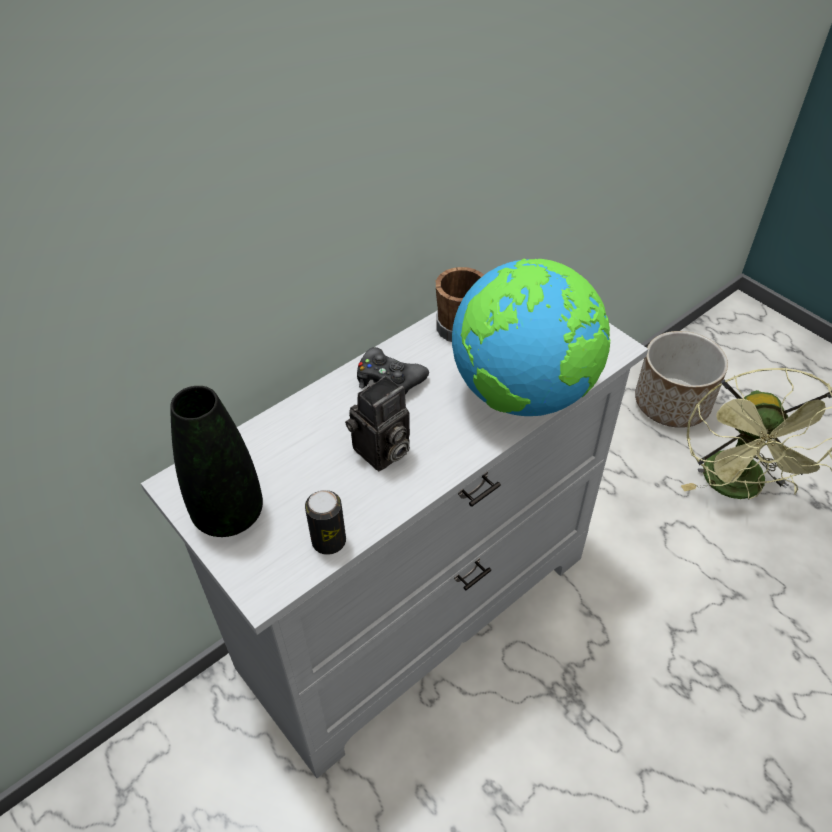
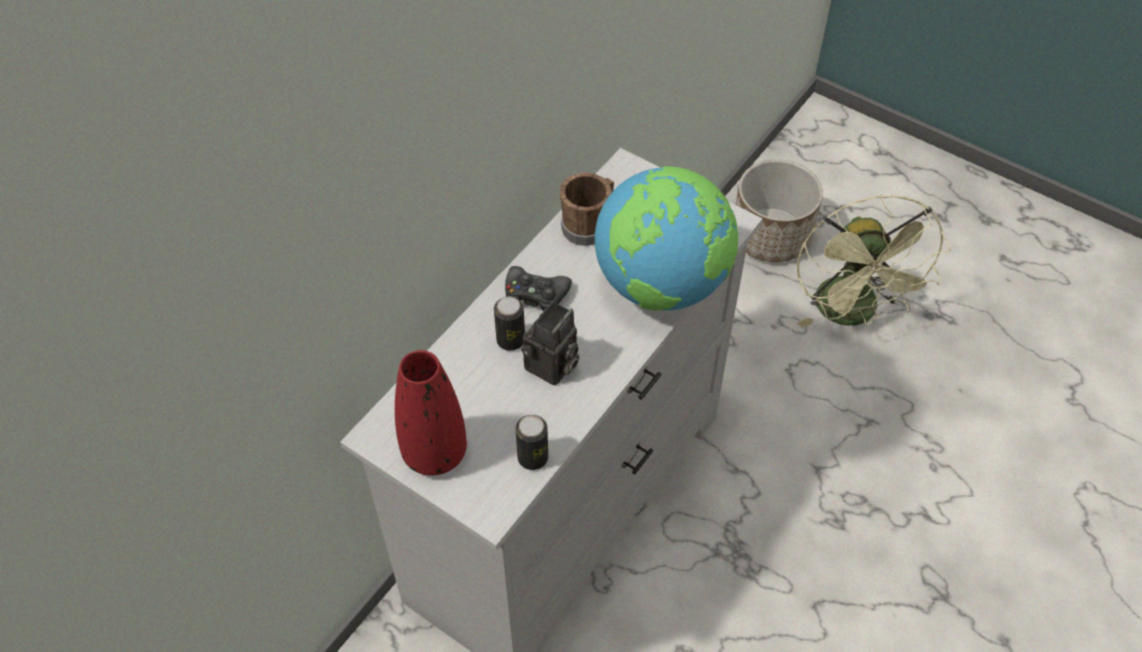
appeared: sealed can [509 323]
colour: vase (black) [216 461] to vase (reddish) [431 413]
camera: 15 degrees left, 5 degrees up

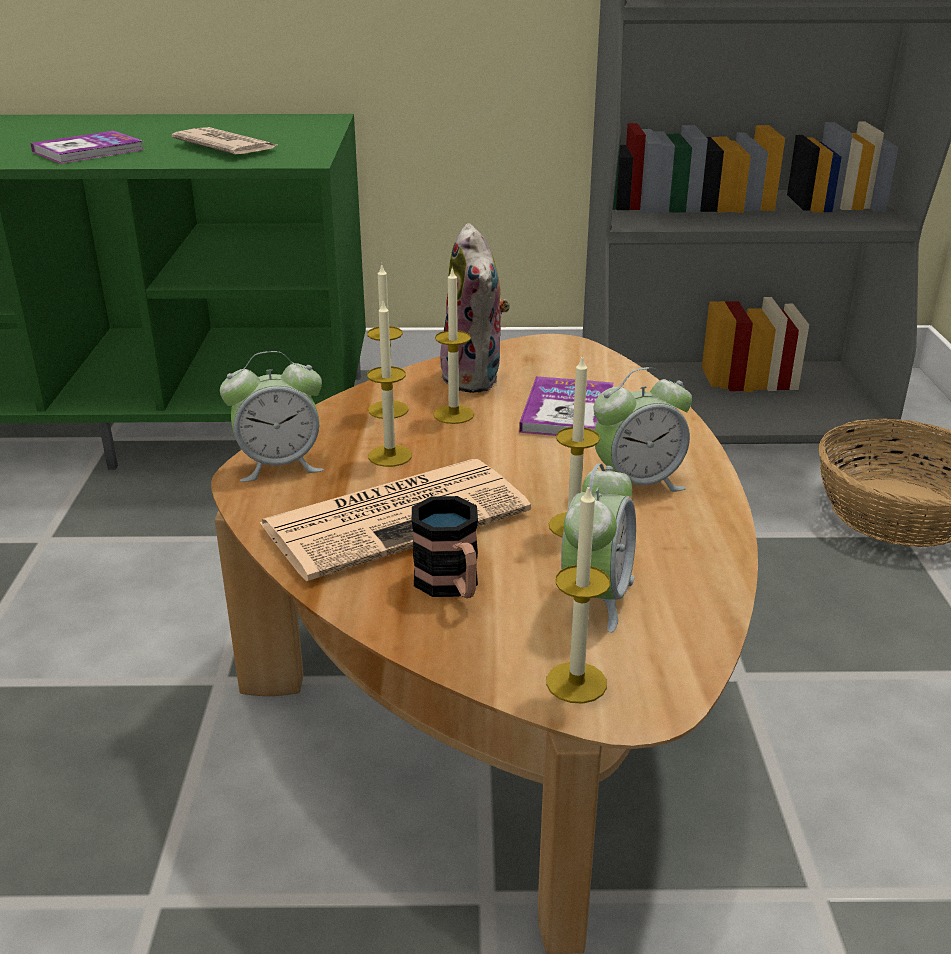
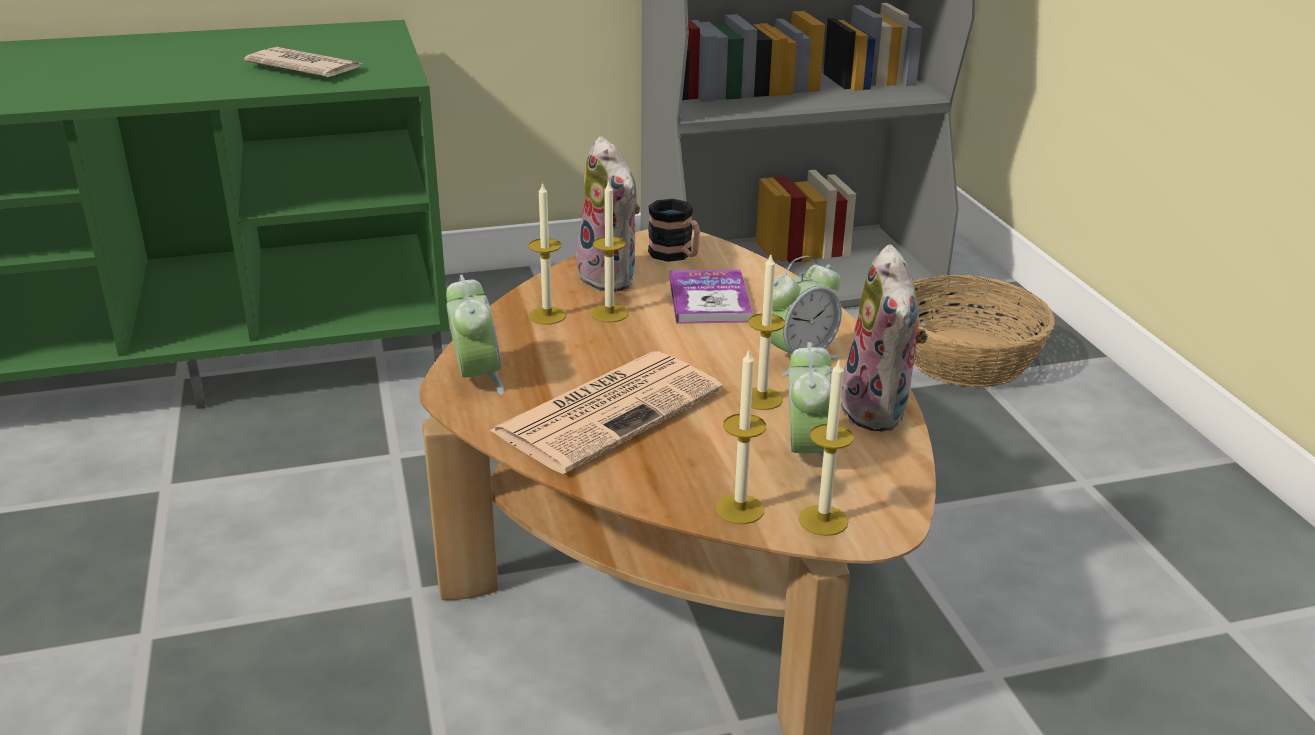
missing: bound book [87 147]
appeared: cuddly toy [884 338]
relocated: mug [445 547] to [674 230]; candle [389 384] to [741 437]
spun: table clock [272 416] = [475 334] 75 degrees counterclockwise
camera: 15 degrees left, 0 degrees up

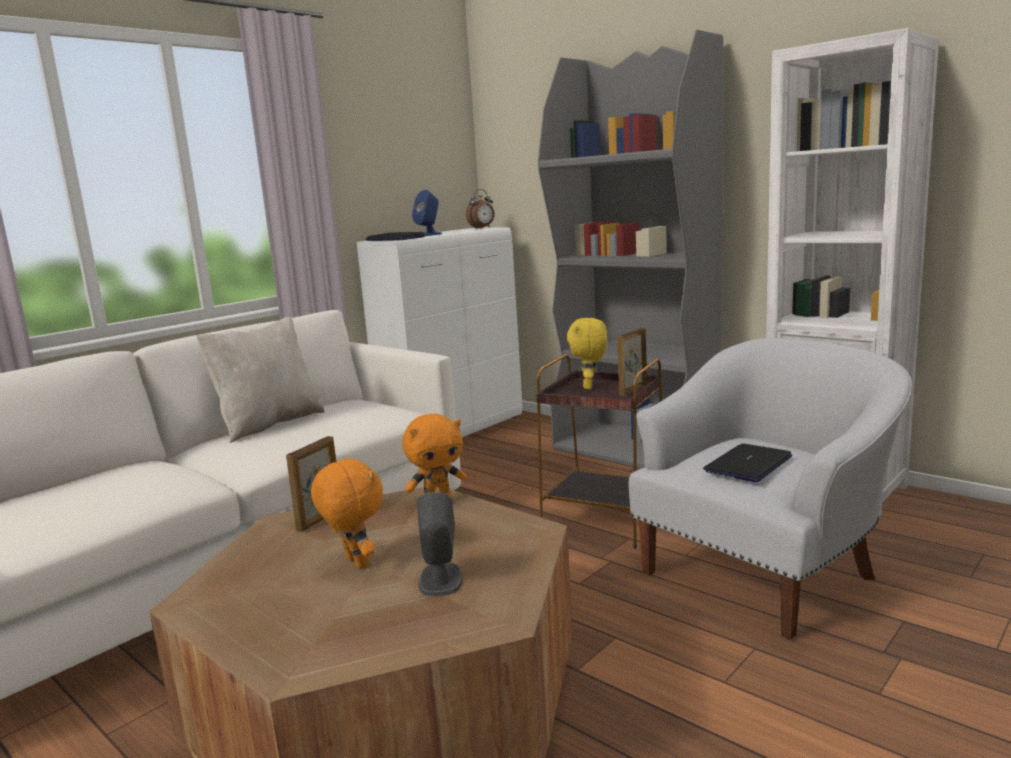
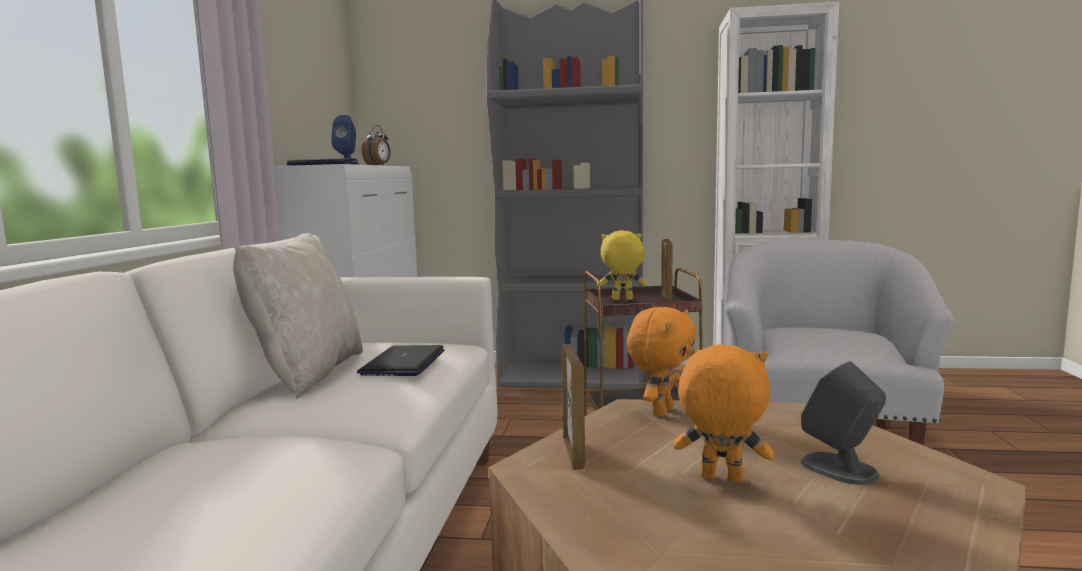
relocated: notebook computer [747 463] to [401 360]
spun: cuddly toy (yellowish) [587 353] = [623 265] 120 degrees clockwise
camera: 35 degrees left, 5 degrees down

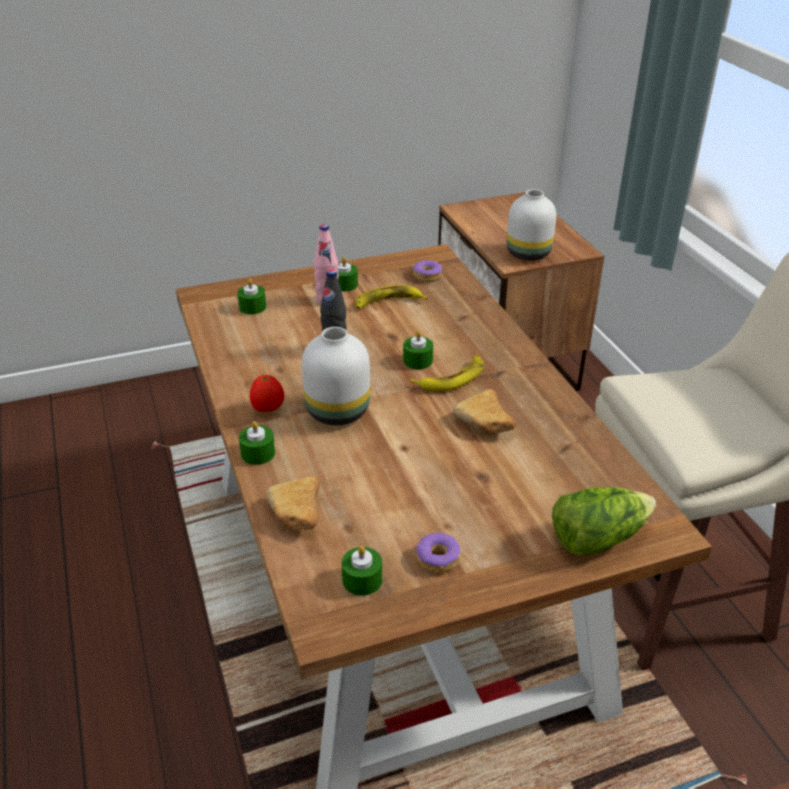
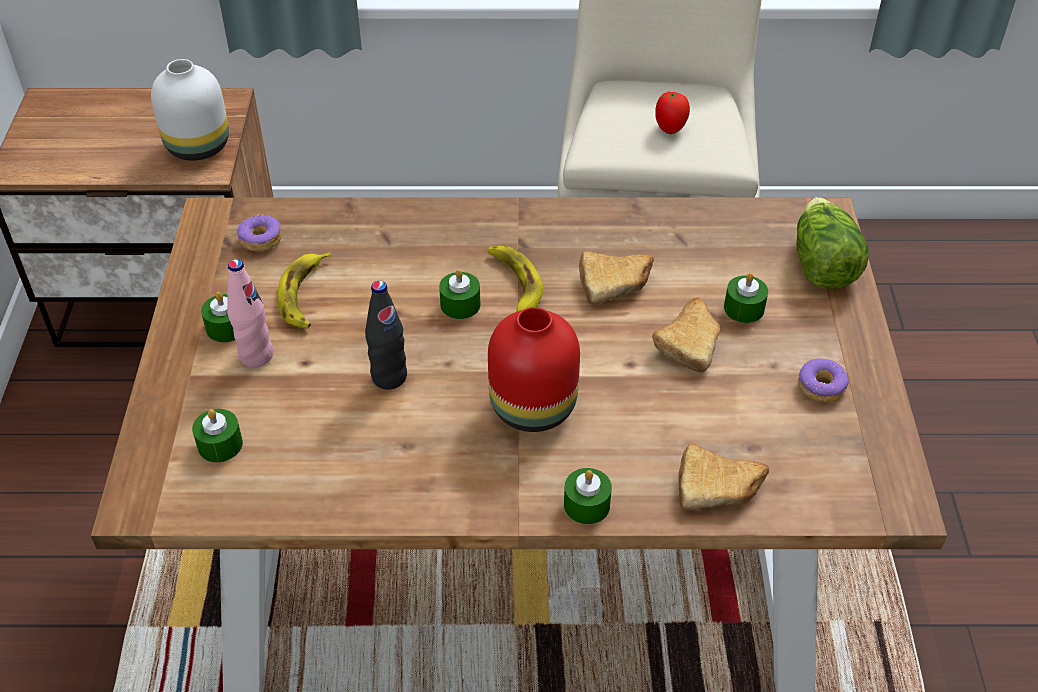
appeared: bakery bread [686 334]
relocated: tomato [267 393] to [672 112]; candle (green) [362 571] to [746 298]
colour: vase (whitish) [336 376] to vase (reddish) [534 369]
camera: 70 degrees left, 10 degrees up

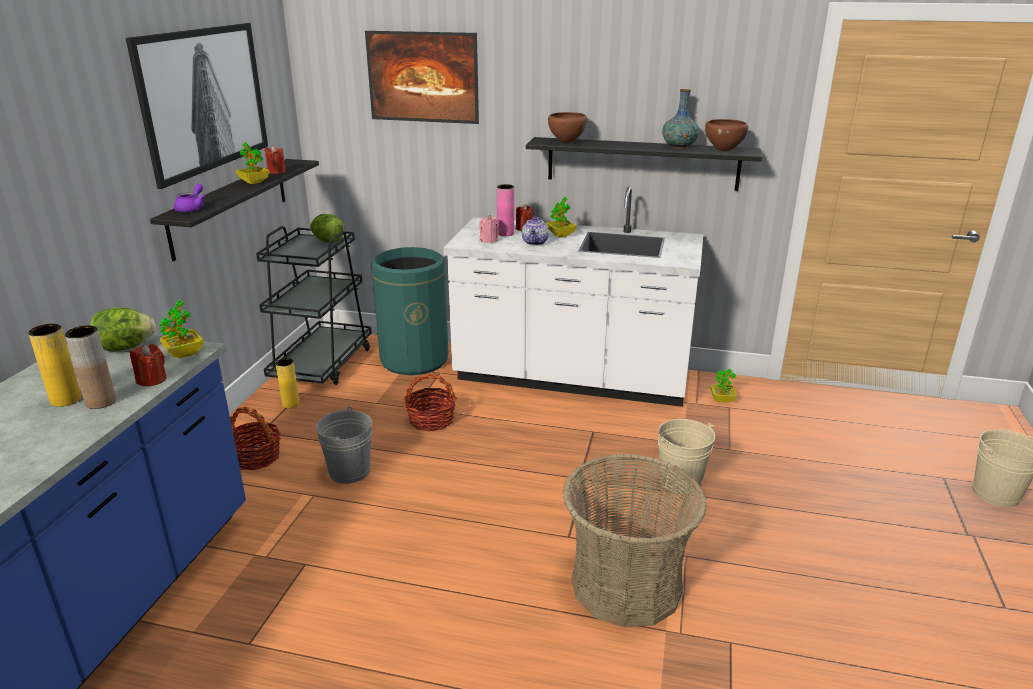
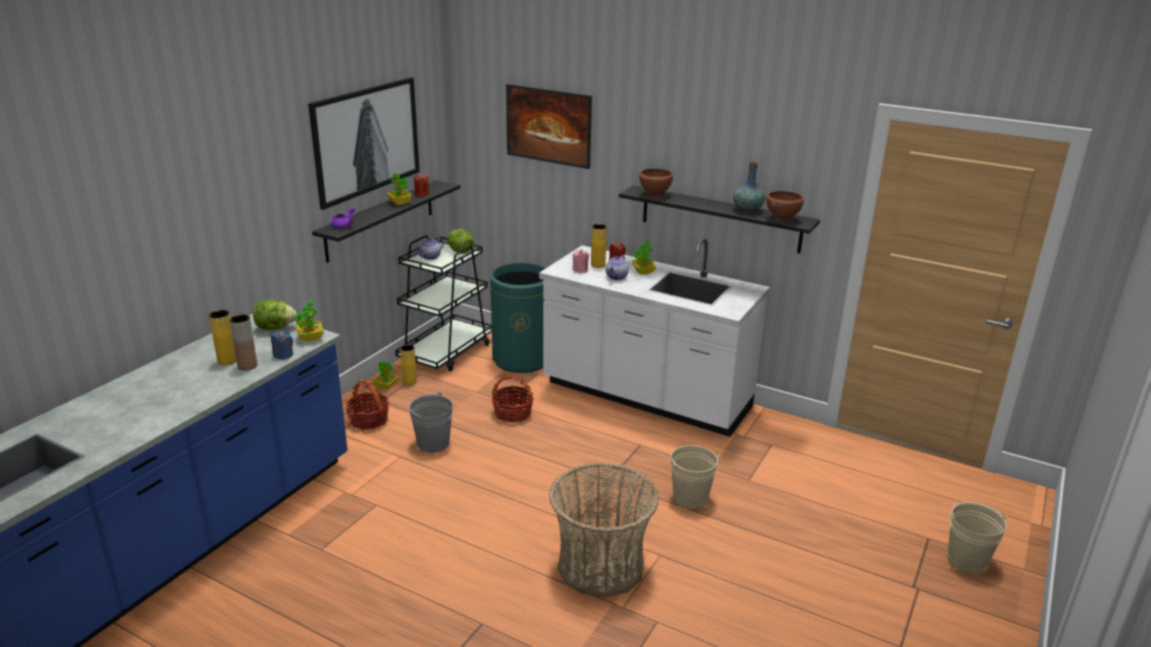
appeared: tea pot [430 249]
relocated: potted plant [723 386] to [385 375]
colour: candle (reddish) [148 365] to candle (bluish) [282 344]; vase (pink) [505 210] to vase (yellowish) [599 246]
camera: 15 degrees right, 0 degrees up

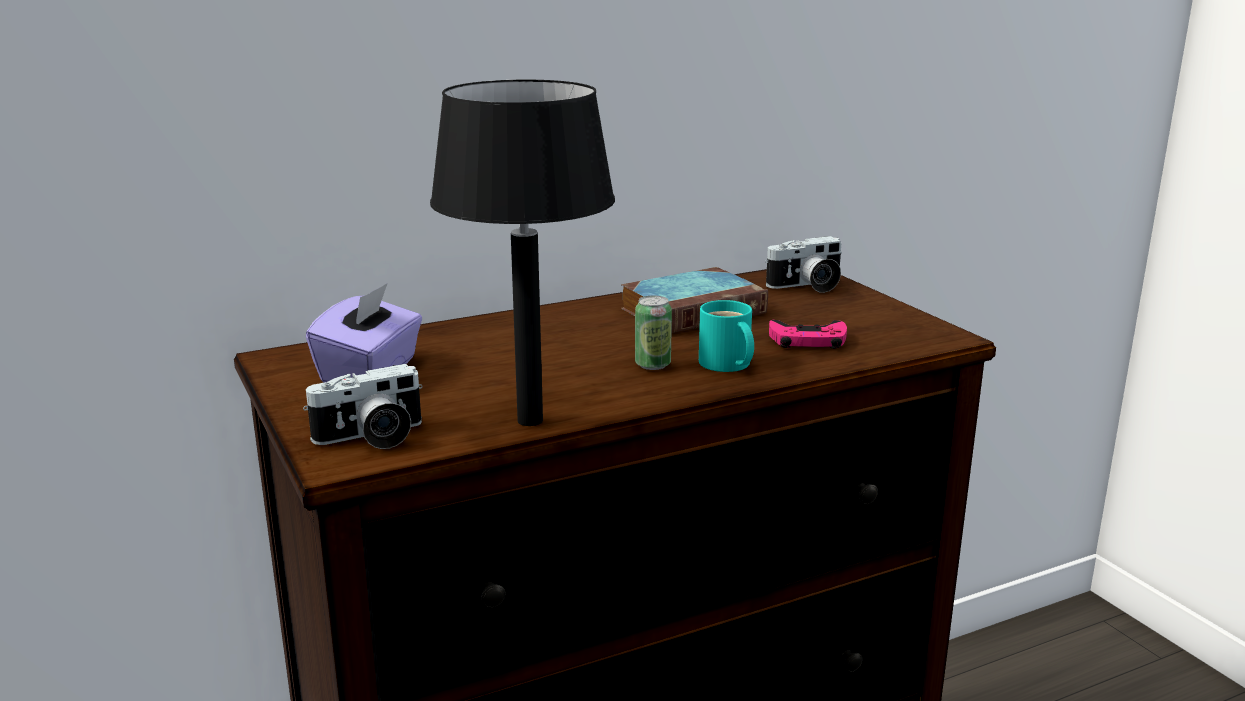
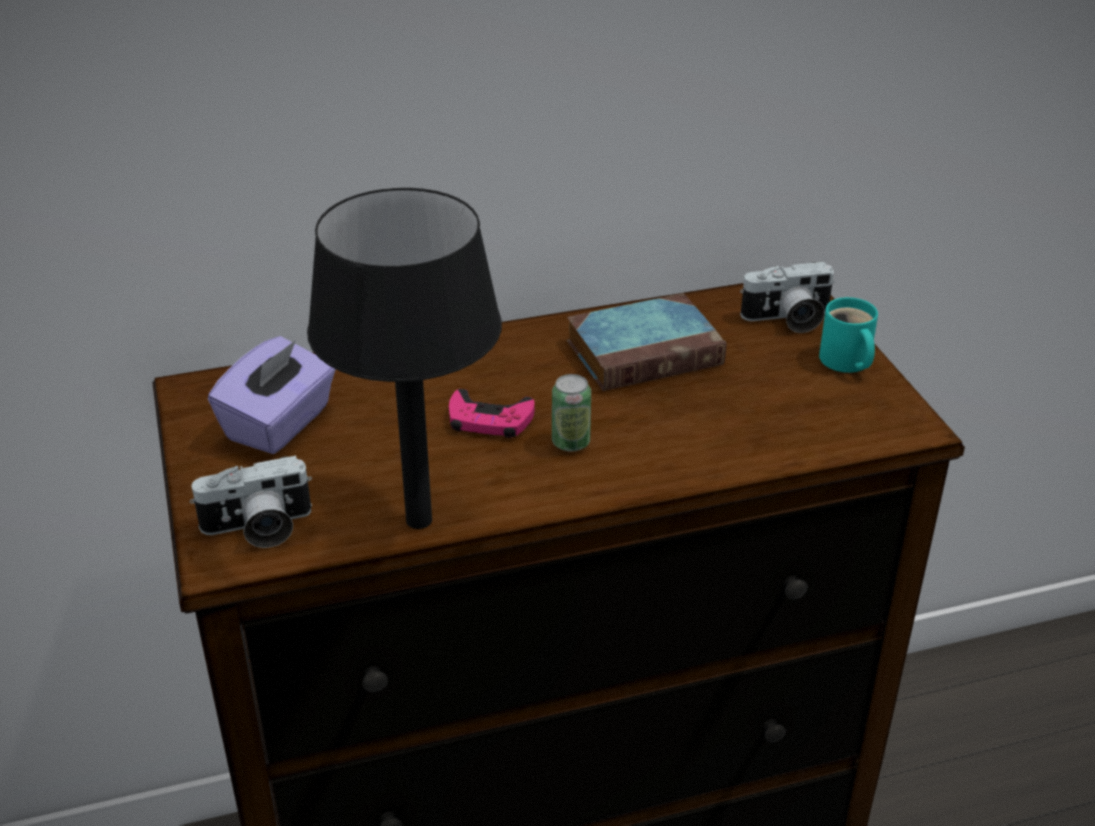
relocated: game controller (pink) [808 334] to [492 413]; mug (turquoise-coloured) [726 336] to [848 335]
camera: 10 degrees right, 15 degrees up

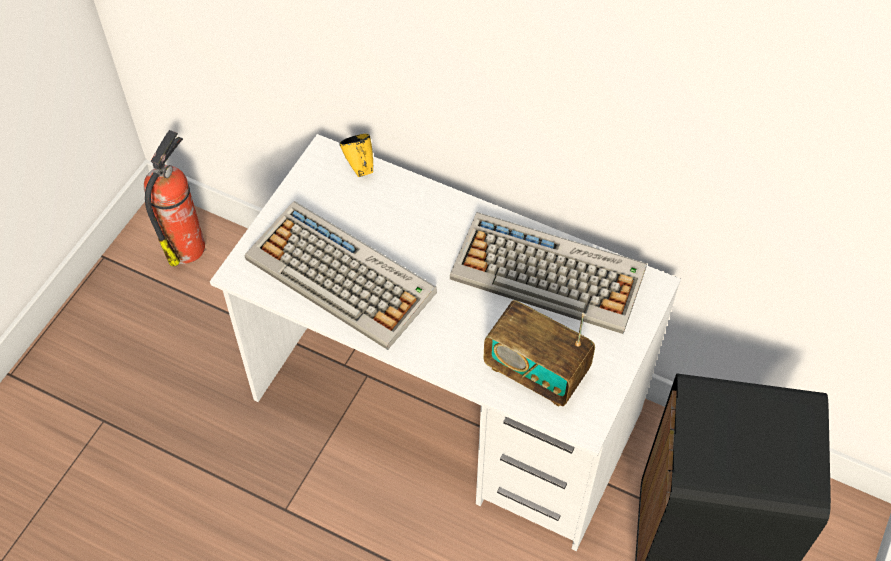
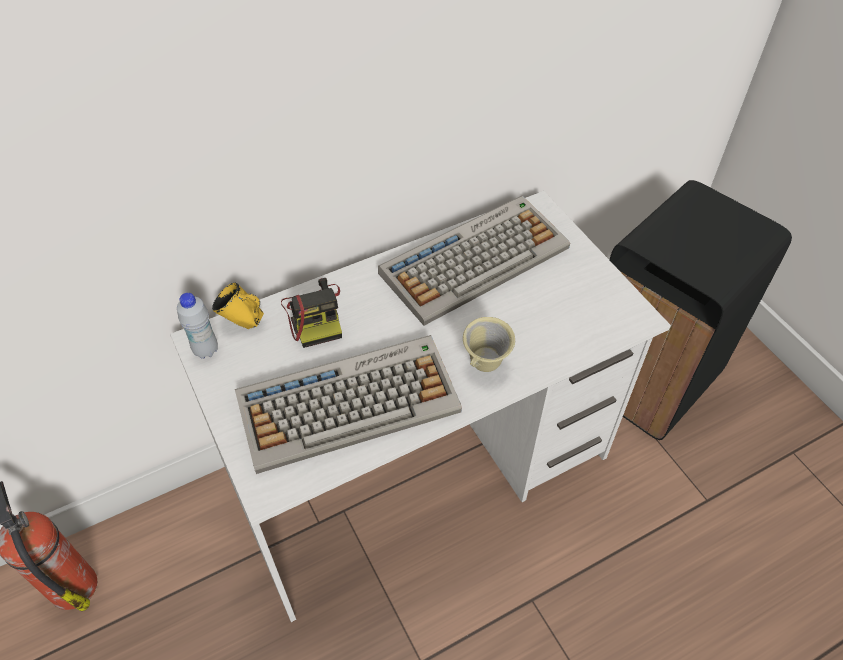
missing: radio [539 353]
appeared: beverage bottle (whitish) [197 326]; photo camera [311 313]; mug (sand-coloured) [489 344]
camera: 55 degrees left, 5 degrees down

